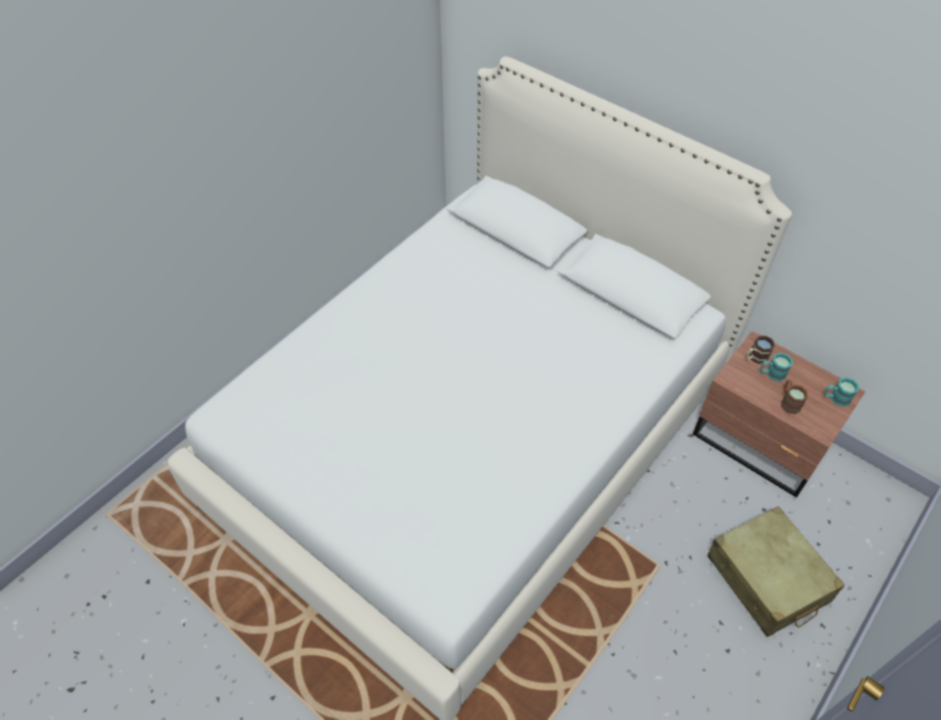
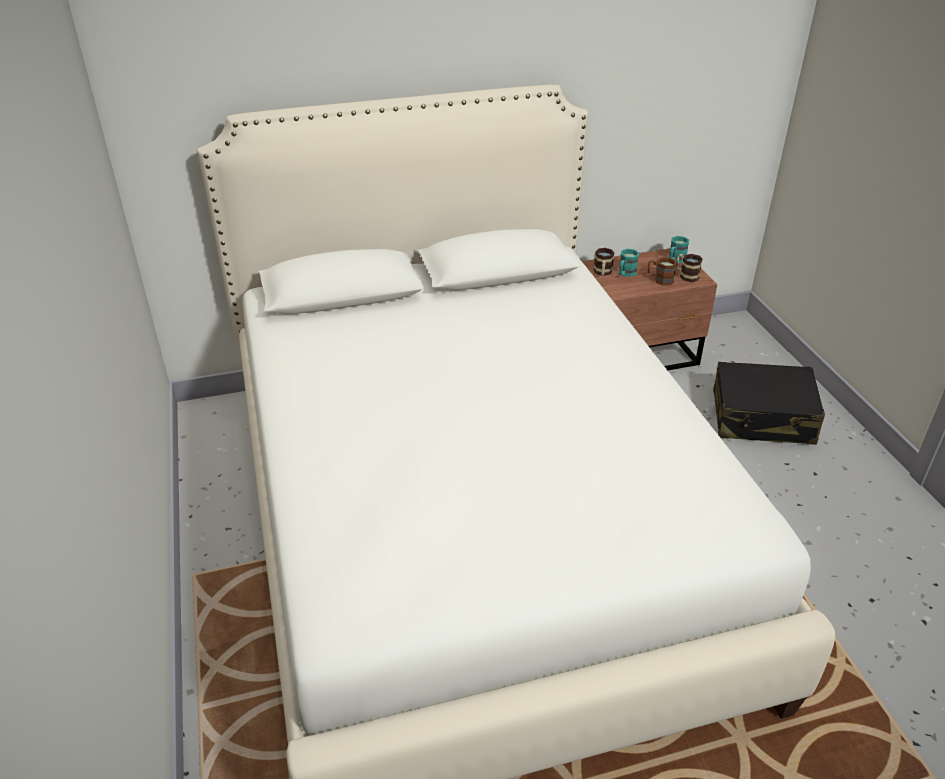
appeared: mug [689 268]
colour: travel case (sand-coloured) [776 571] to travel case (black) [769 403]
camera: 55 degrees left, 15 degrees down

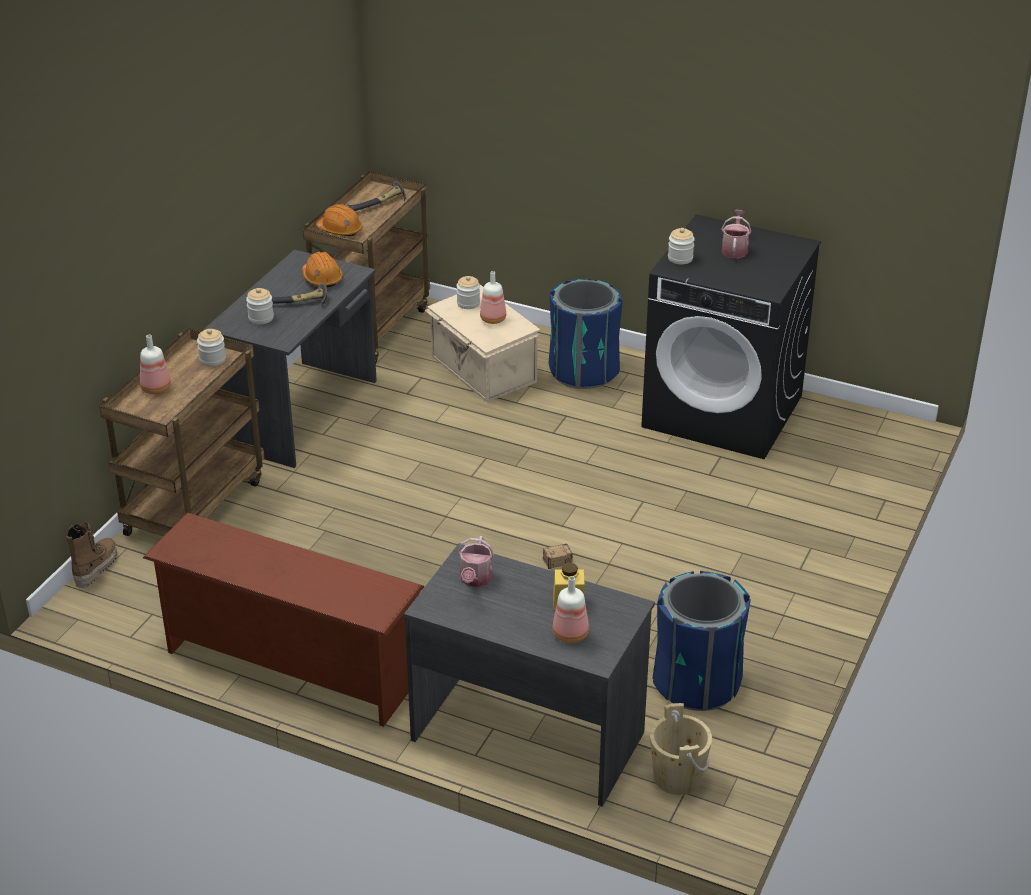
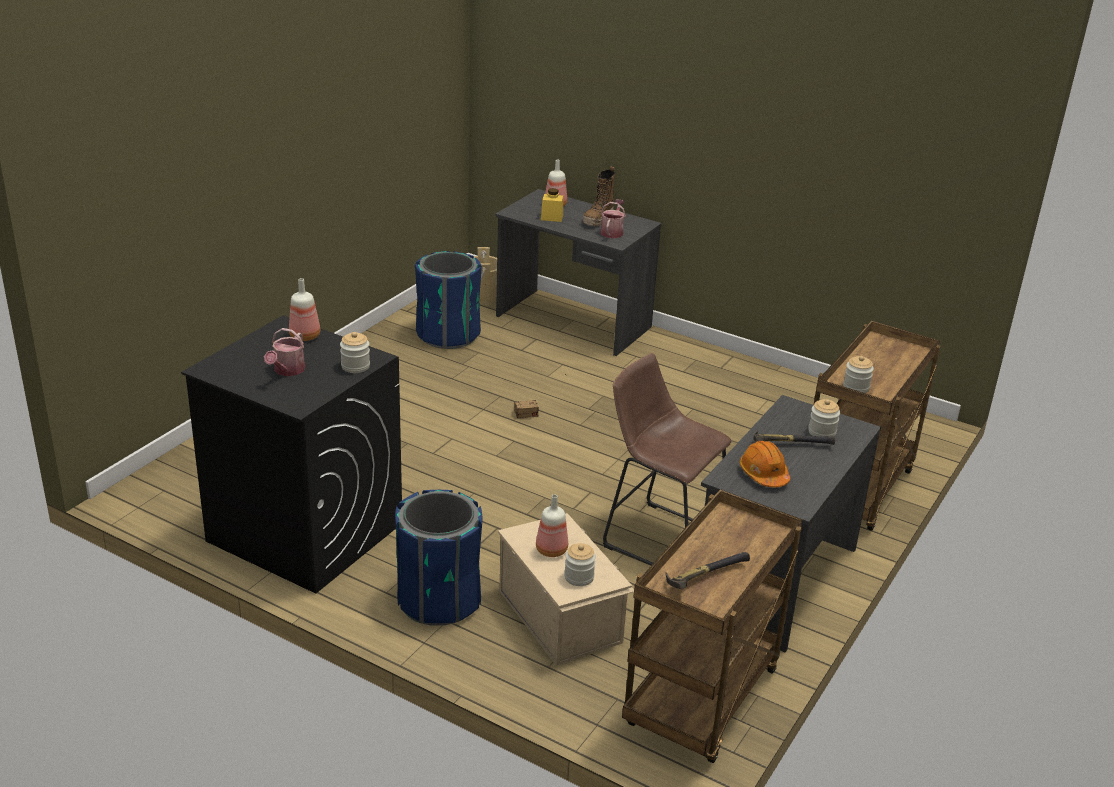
missing: shoe shelf (brown) [283 620]; hard hat (orangey) [339 220]
appeared: sitting stool (brown) [667 459]
relocated: beverage bottle [155 364] to [304 309]; boot [91 555] to [599 196]
camera: 175 degrees left, 5 degrees down

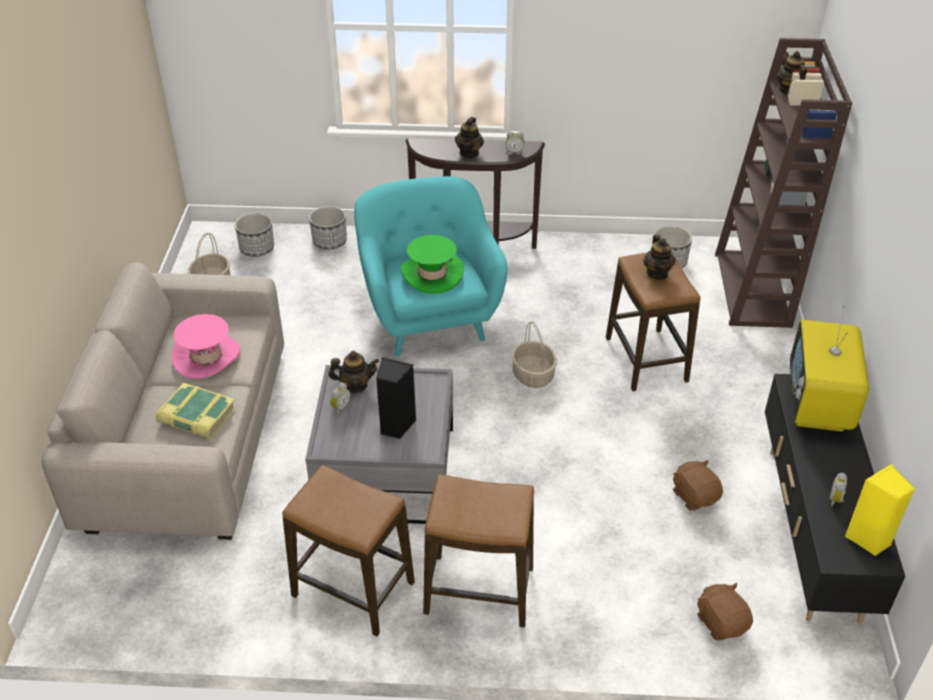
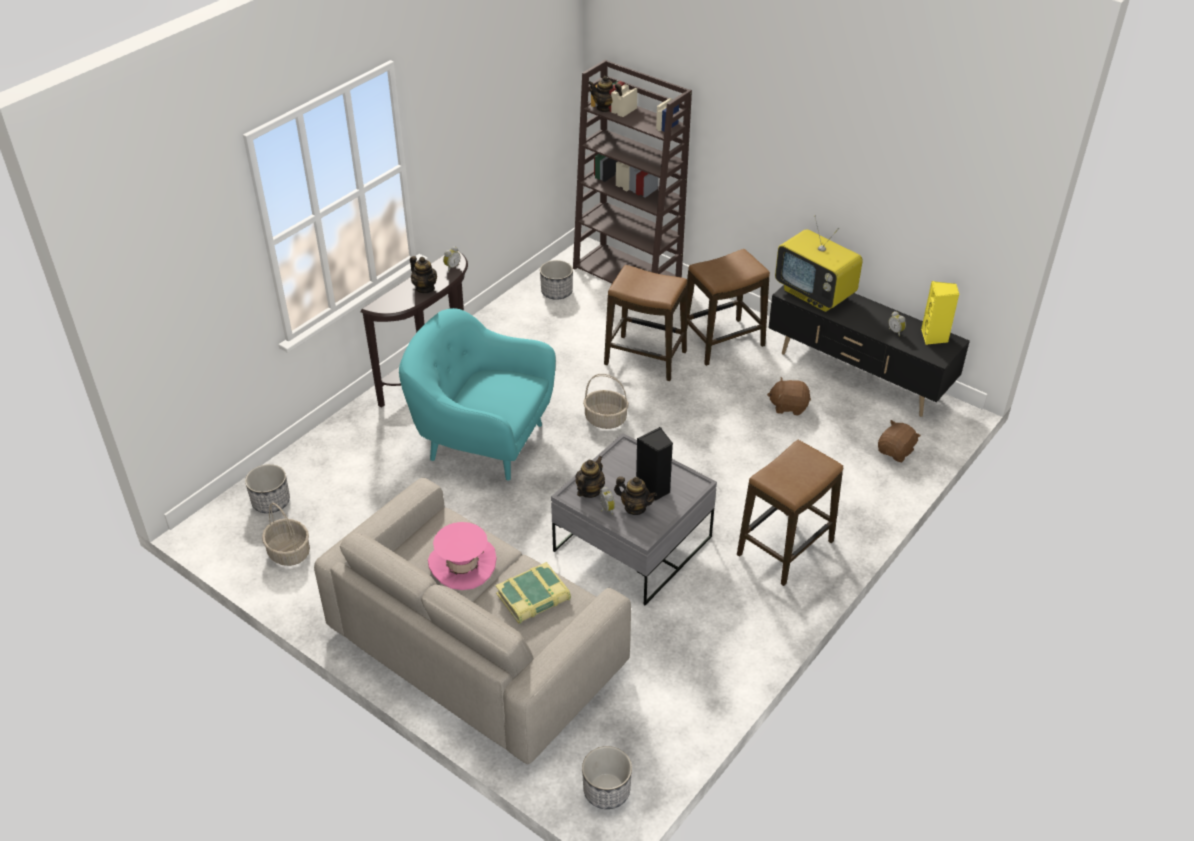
missing: wearable hat (green) [432 264]
relocated: flower pot [328 227] to [607 777]; tea pot [659 257] to [635 495]; sitting stool [348 550] to [728 307]
spun: cuddly toy (brown) [725 611] = [899 441] 120 degrees clockwise
camera: 55 degrees left, 0 degrees up

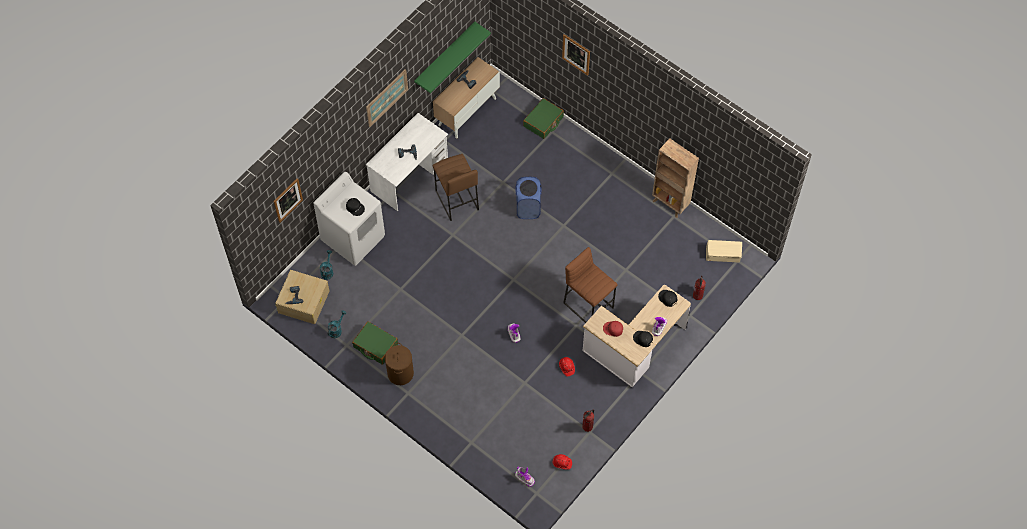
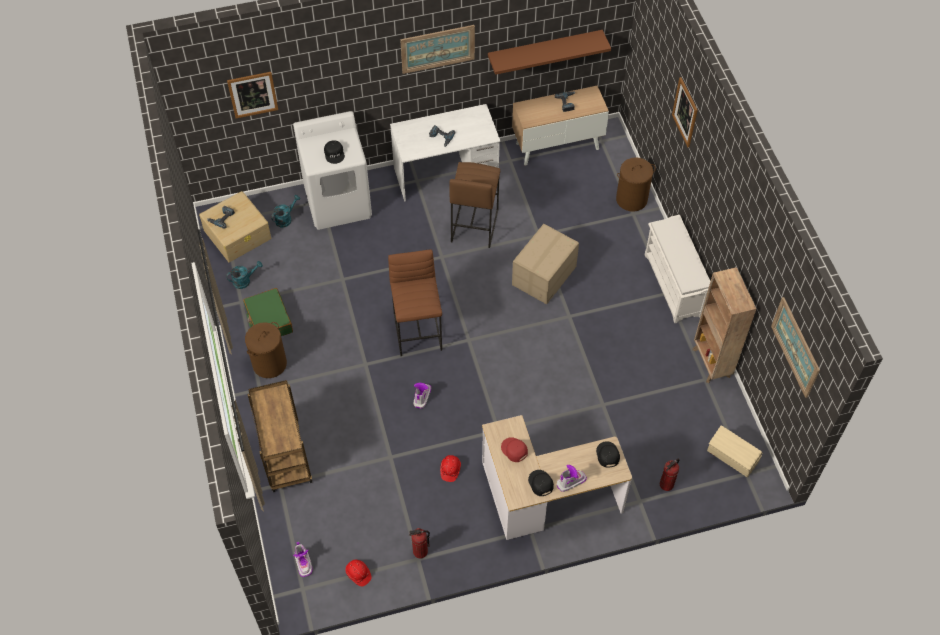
appeared: wheeled cart (brown) [280 436]; shoe shelf (whitish) [678 269]; picture [795 347]
relocated: sitting stool (brown) [590 285] to [415 303]
exchanged: laundry basket (bluish) [528 198] to carton [545 264]; travel case (green) [543 118] to laundry basket (brown) [636 185]
colour: bracket shelf (green) [452 57] to bracket shelf (brown) [549 52]
camera: 35 degrees right, 5 degrees down

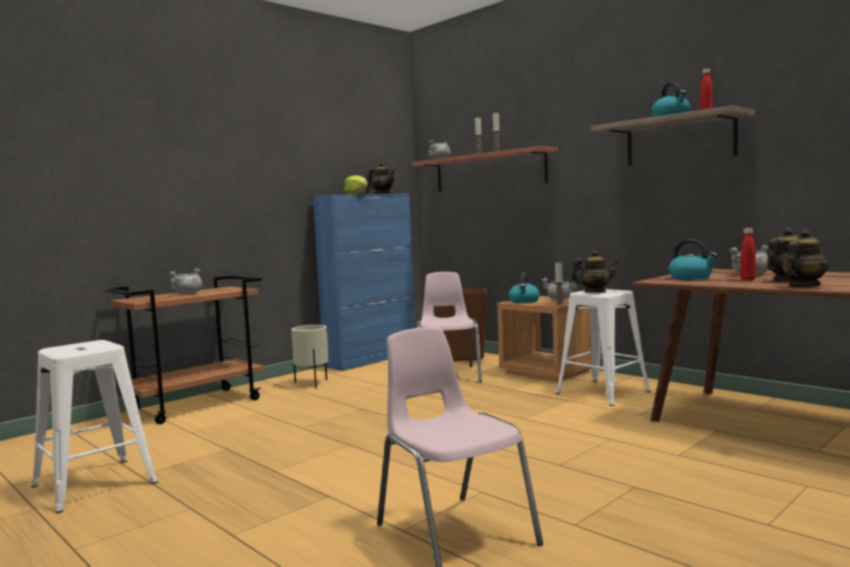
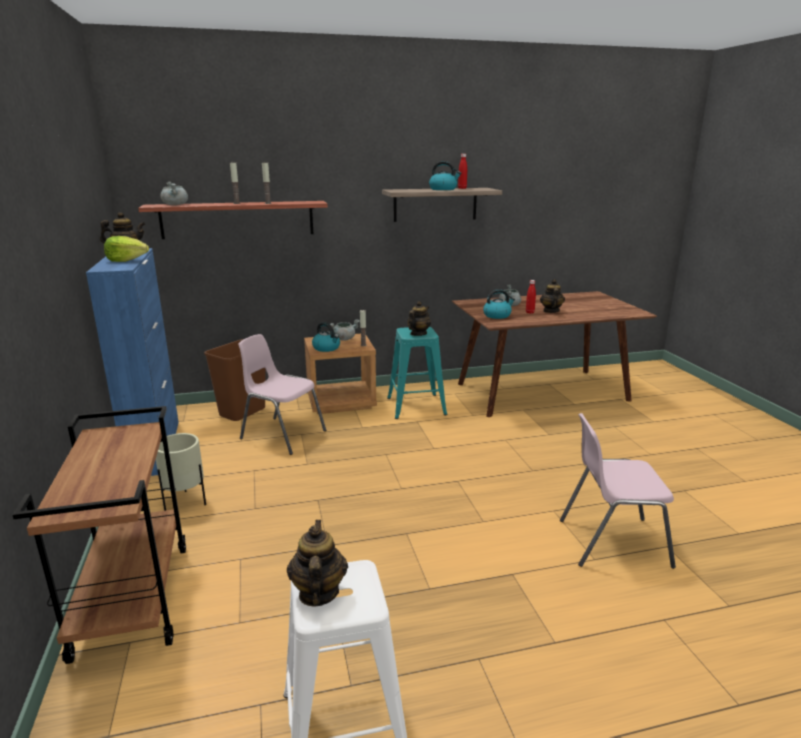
missing: saucepot (gray) [185 281]
relocated: tea pot [805 258] to [317 563]
colour: sitting stool (whitish) [603 347] to sitting stool (turquoise-coloured) [417 373]
camera: 60 degrees left, 15 degrees up

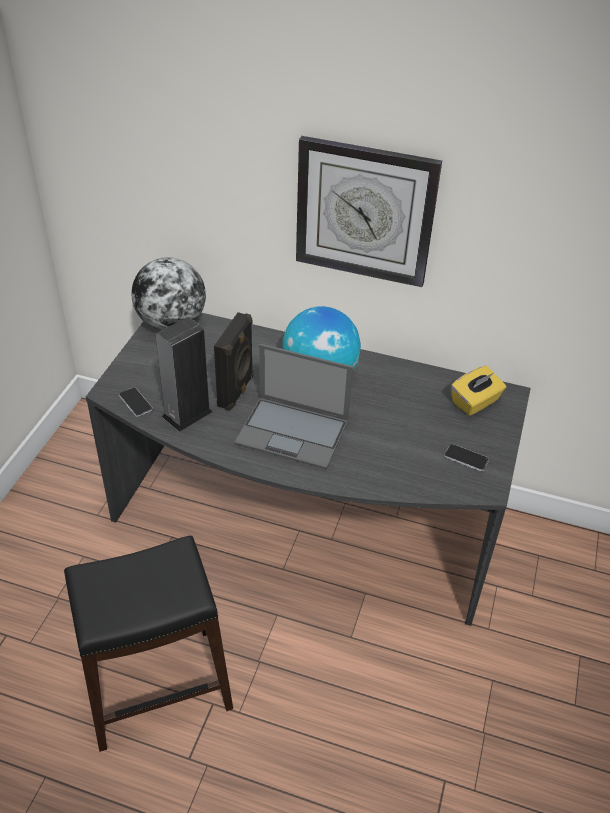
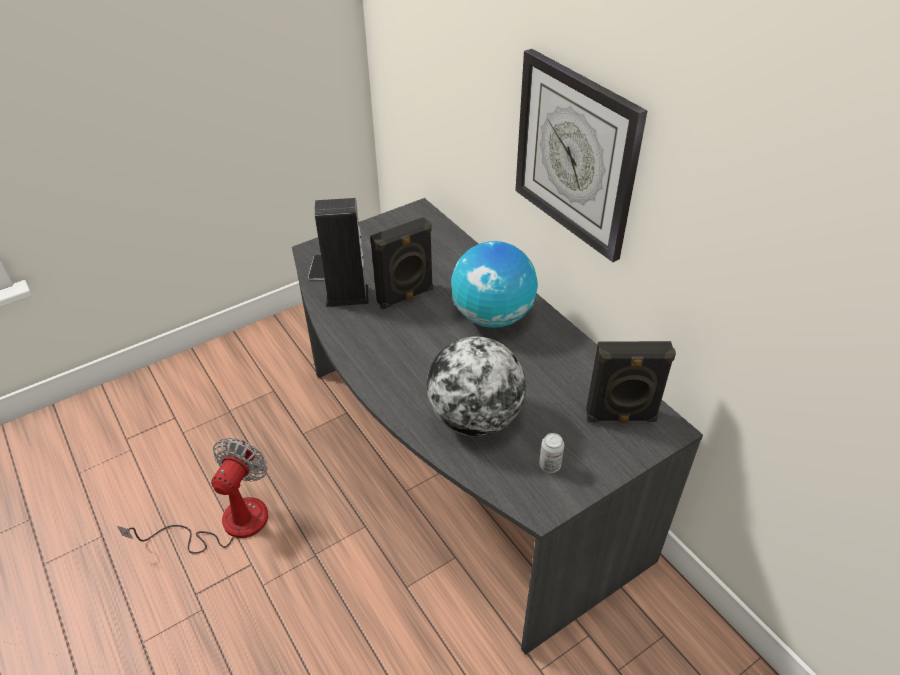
missing: notebook computer [293 406]
relocated: desk globe [169 294] to [476 386]
exchanged: sitting stool (black) [148 644] to electric fan [192 496]; phone [466 457] to sealed can [551 453]; tissue box (yellowish) [478 391] to loudspeaker (black) [631 381]
camera: 40 degrees right, 0 degrees up

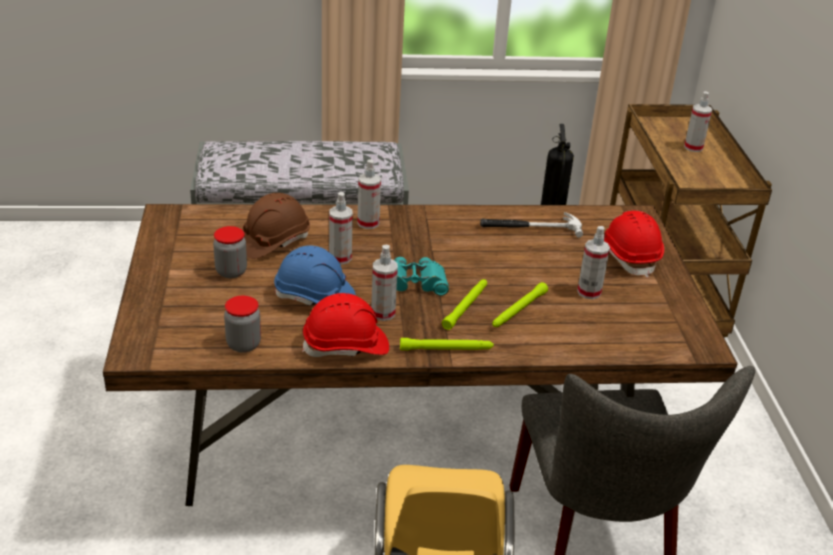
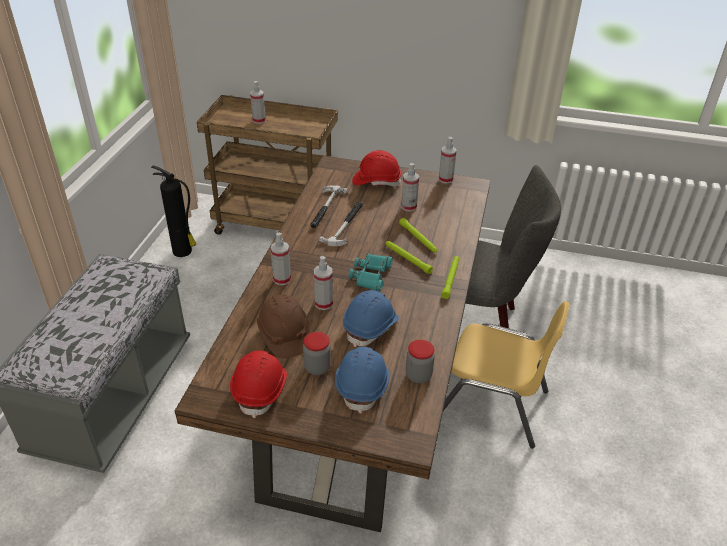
appeared: hammer [341 224]; hard hat (bluish) [362 380]
relocated: hard hat (reddish) [345 325] to [258 384]; hand sprayer [384 283] to [448 160]
camera: 70 degrees left, 5 degrees up

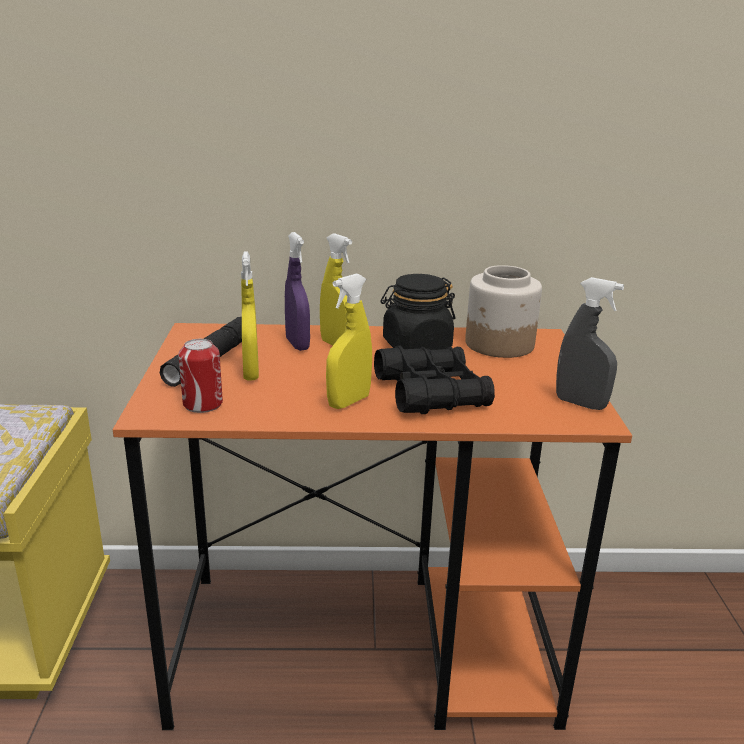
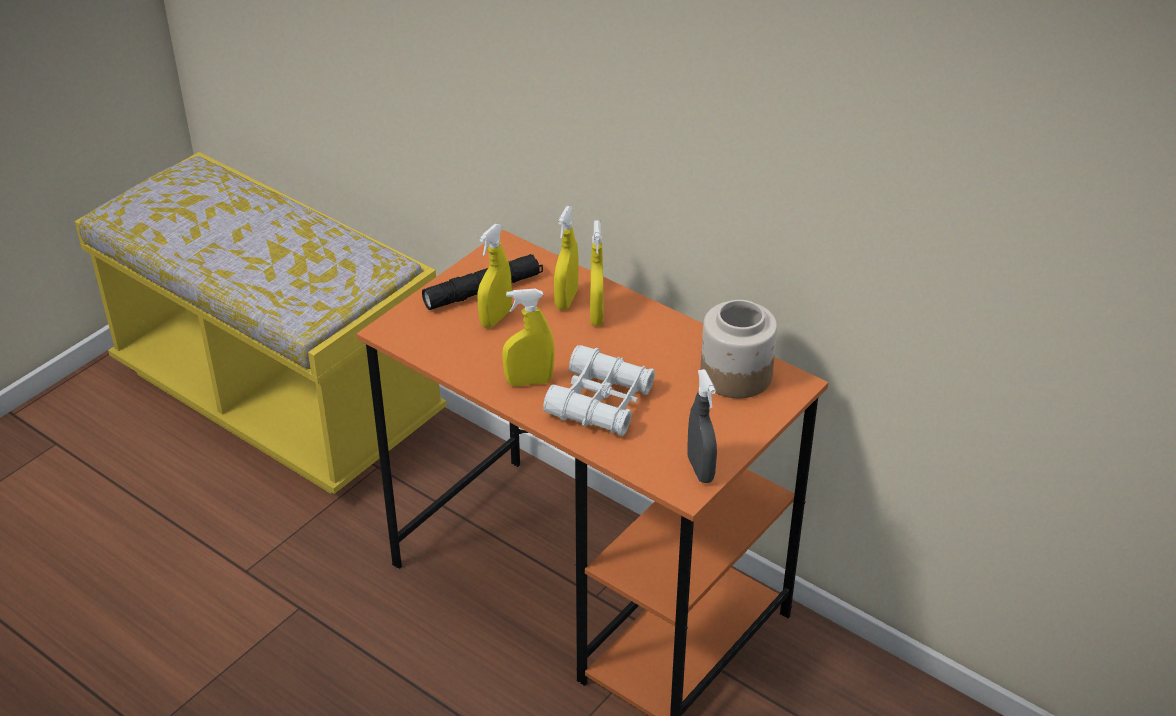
missing: sealed can [200 376]; storage jar (black) [418 312]
colour: pair of binoculars (black) [434 380] to pair of binoculars (whitish) [599 390]; hand sprayer (purplish) [297 291] to hand sprayer (yellowish) [566 258]
camera: 40 degrees right, 15 degrees up

